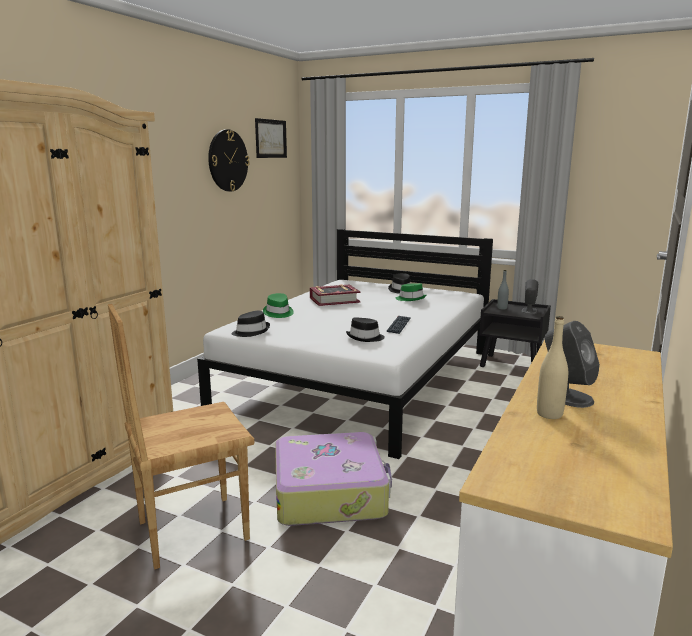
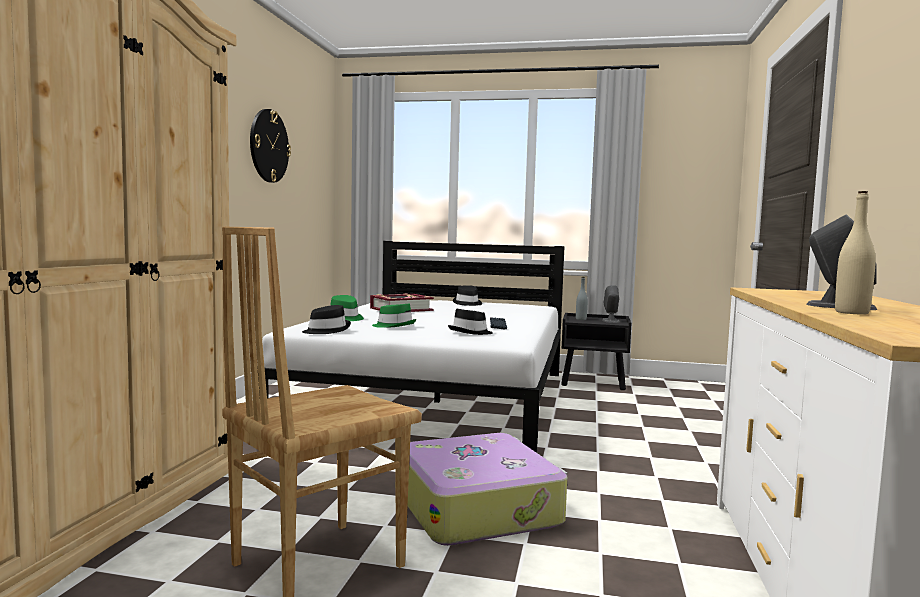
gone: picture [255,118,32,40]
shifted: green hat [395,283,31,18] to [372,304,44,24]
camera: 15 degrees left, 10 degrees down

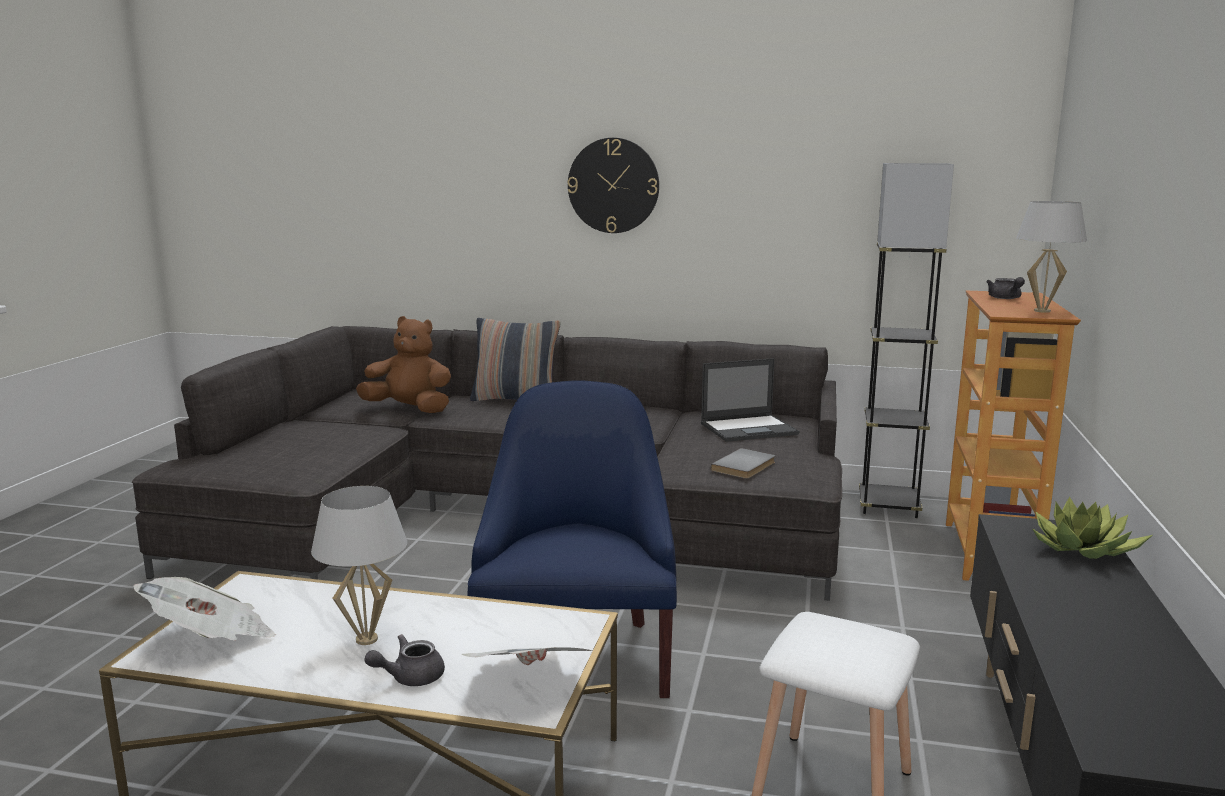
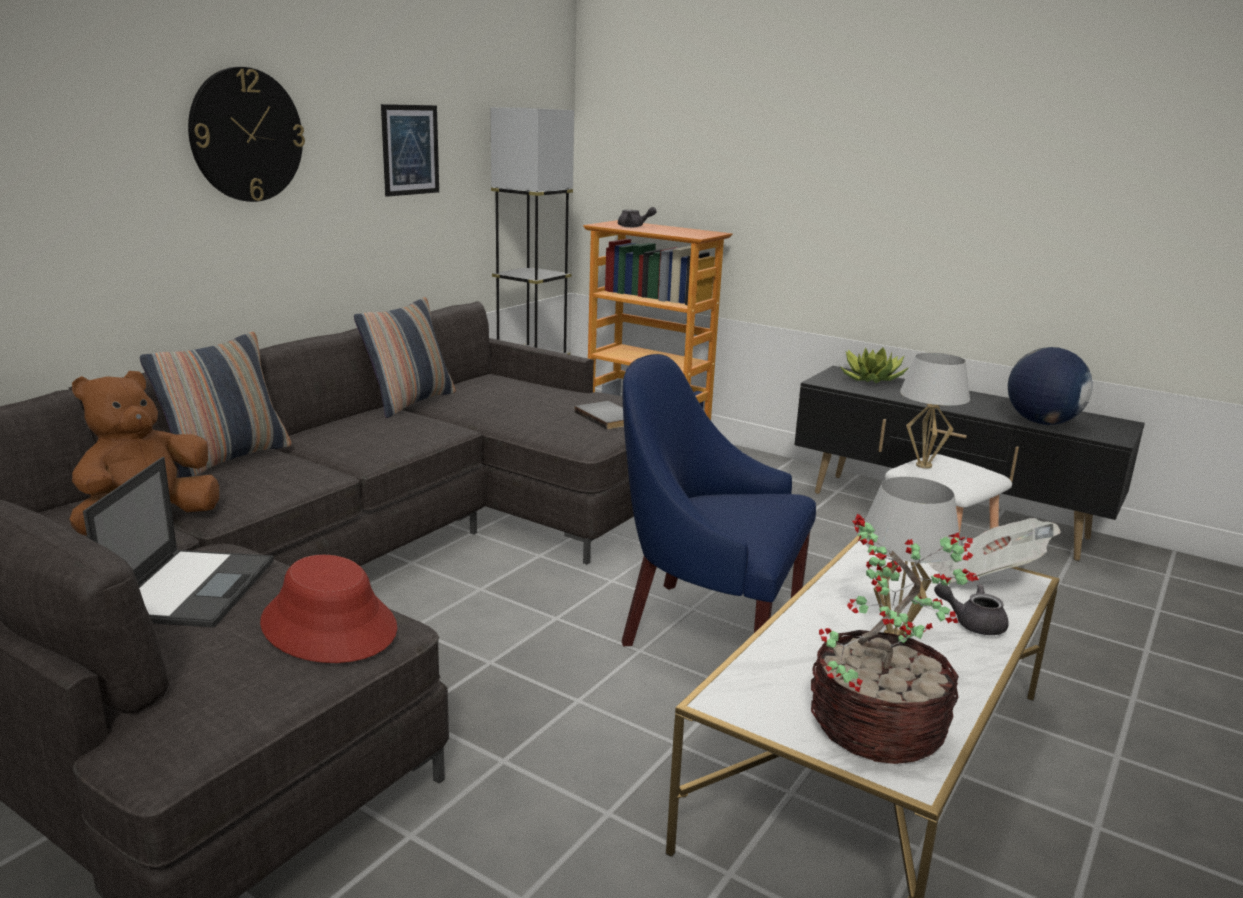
new: red hat [260,555,137,108]; pillow [354,297,102,121]; picture [381,104,58,93]; globe [1008,347,85,78]
shifted: laptop [701,358,98,84] to [83,457,191,171]; white table lamp [1016,201,71,112] to [900,353,70,116]
swapped: newspaper [133,577,144,63] to potted plant [811,513,168,251]
rotated: grey teapot [364,634,81,52] = [934,583,75,52] 120 degrees clockwise
camera: 70 degrees left, 5 degrees up

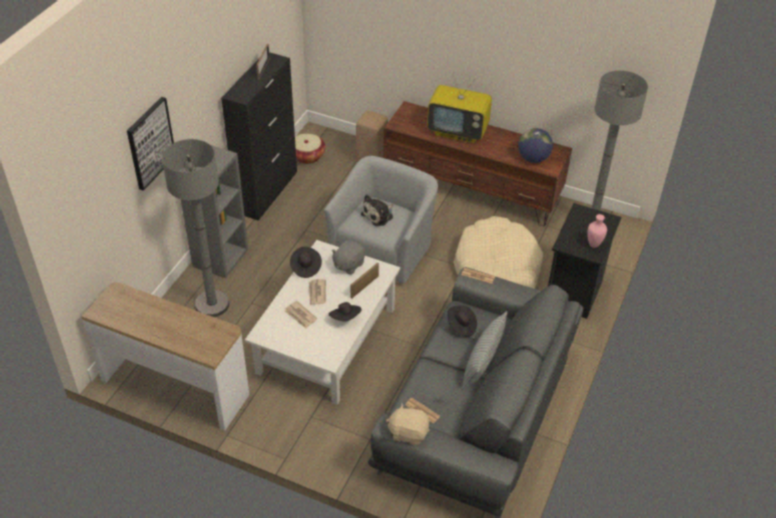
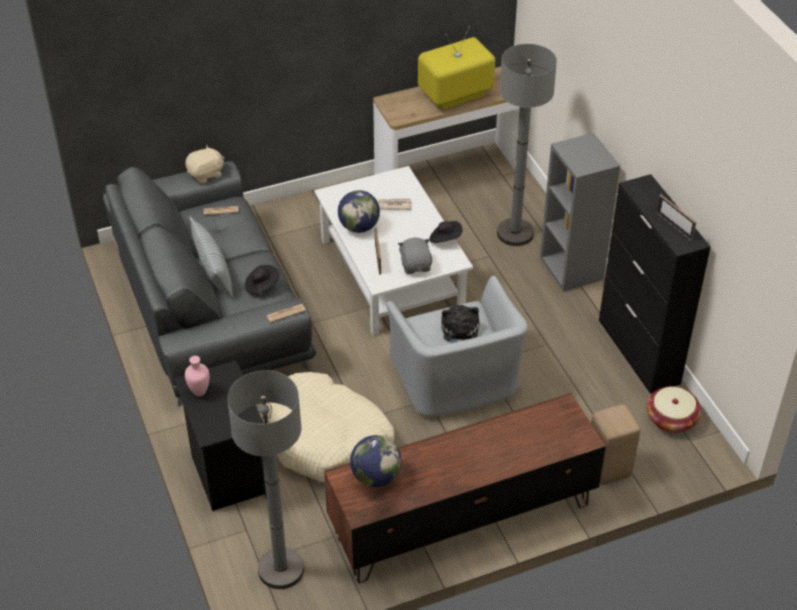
gone: picture [127,97,47,94]; newspaper [309,279,17,26]
shifted: television [427,74,65,69] to [418,26,77,84]
swapped: black hat [329,302,32,19] to globe [338,190,42,43]
camera: 135 degrees right, 0 degrees up

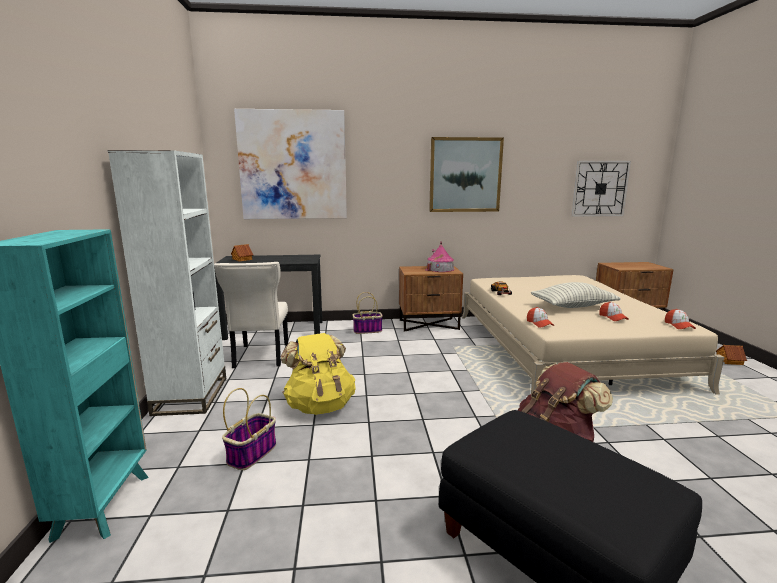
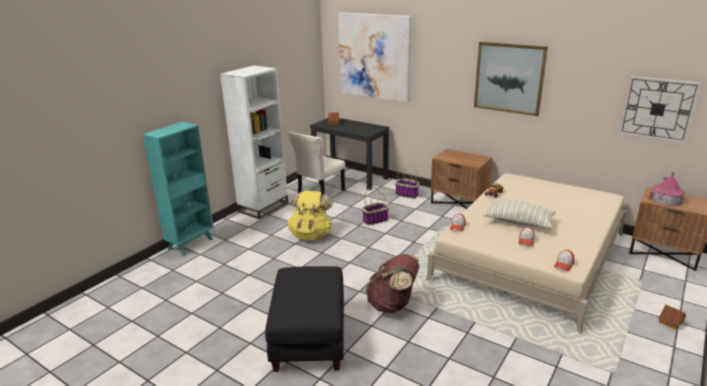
shifted: basket [222,388,54,82] to [362,187,27,38]; toy house [425,241,30,31] to [647,172,38,34]
camera: 40 degrees right, 10 degrees up

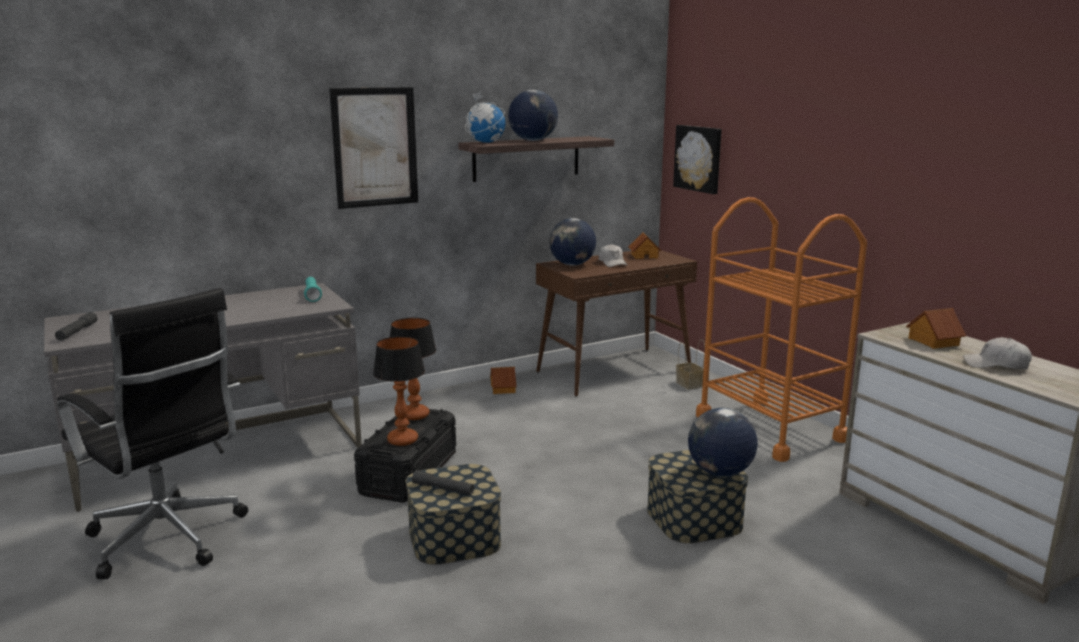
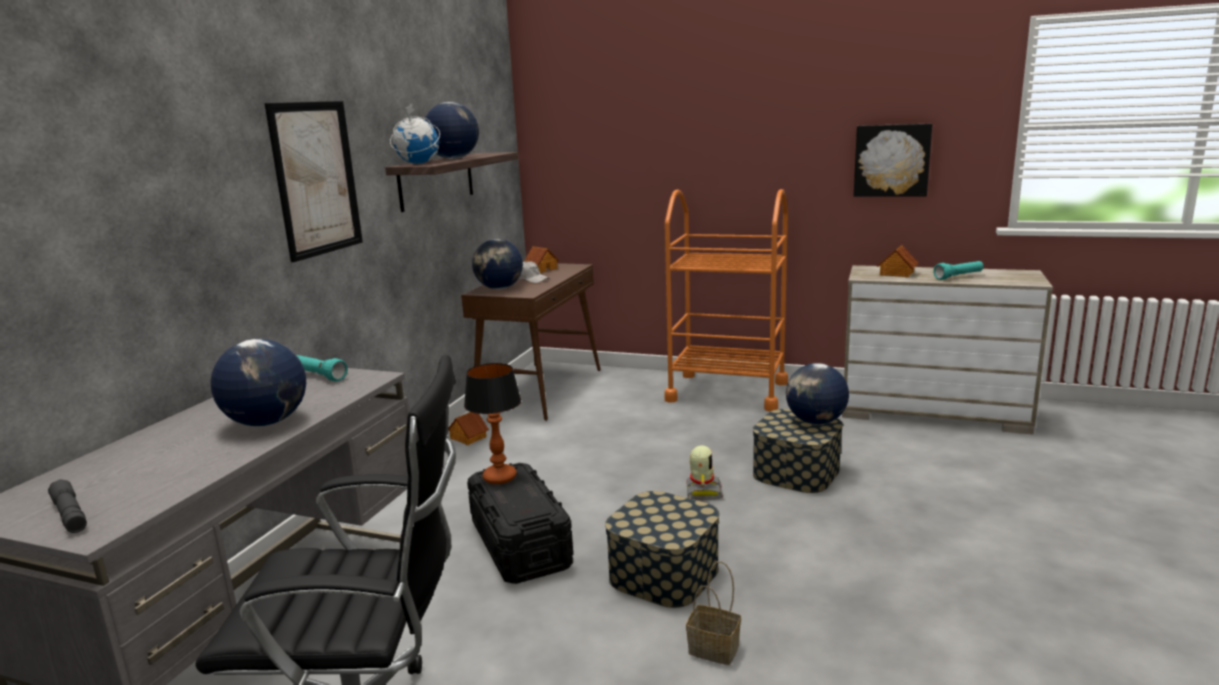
gone: table lamp [373,336,52,110]; grey flashlight [412,470,62,25]
new: globe [211,339,95,87]; toy robot [686,445,37,55]
shifted: picture [673,125,48,69] to [854,123,78,74]; basket [676,339,29,51] to [686,561,55,104]
swapped: white cap [963,337,69,32] to turquoise flashlight [933,261,50,19]
camera: 40 degrees left, 0 degrees up

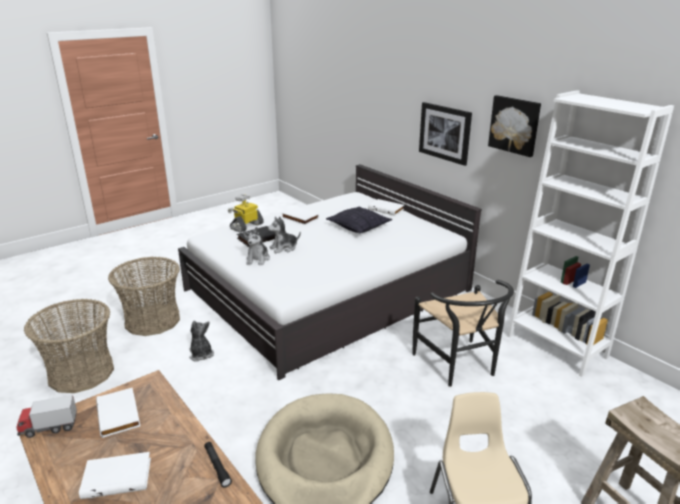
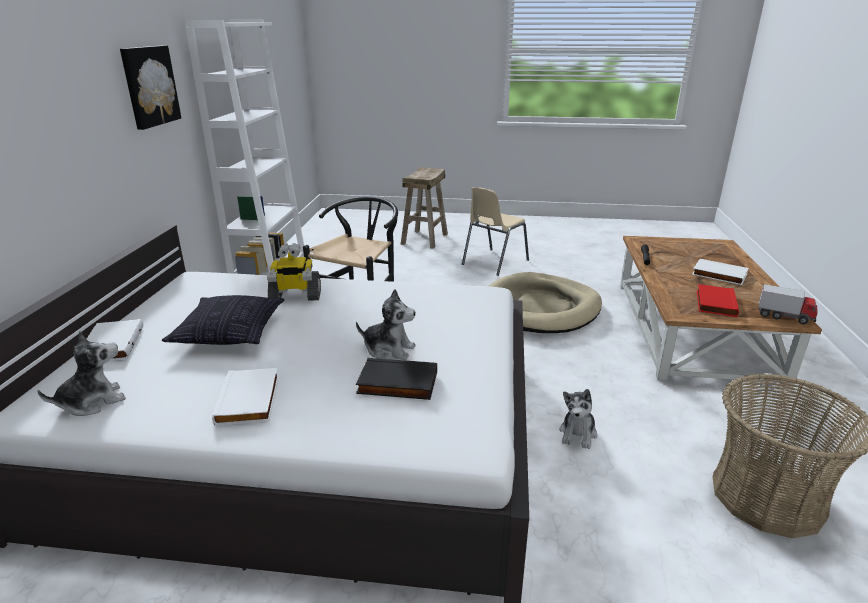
gone: basket [108,257,72,79]; picture [419,102,53,64]
shifted: toy robot [228,194,36,39] to [267,243,54,58]; plush toy [243,227,27,39] to [37,331,89,85]
repainted: white book [96,387,44,51] to red book [697,284,42,33]
camera: 135 degrees left, 0 degrees up

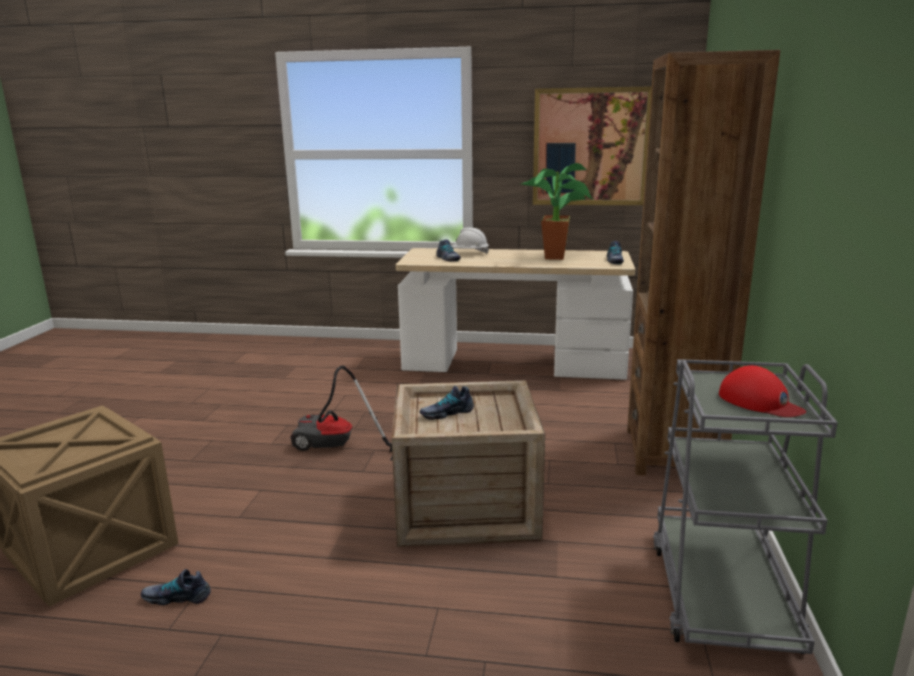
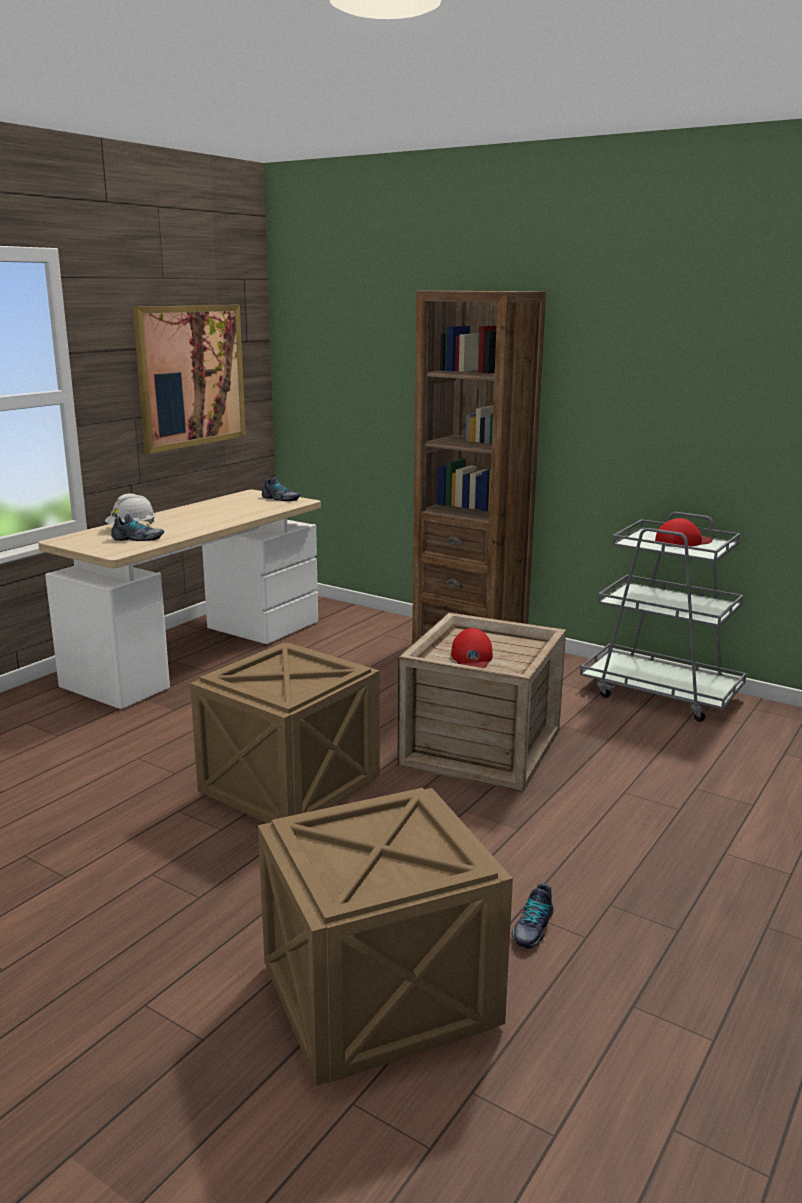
gone: potted plant [521,163,72,97]
swapped: vacuum cleaner [290,365,103,96] to crate [190,642,190,181]; shoe [420,386,54,34] to red cap [451,628,42,40]
camera: 65 degrees left, 0 degrees up

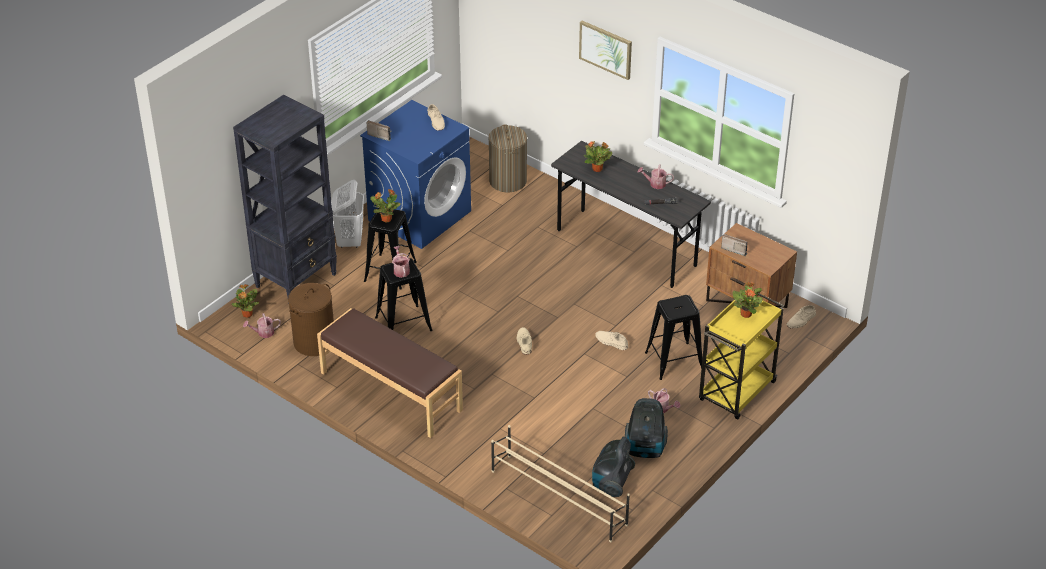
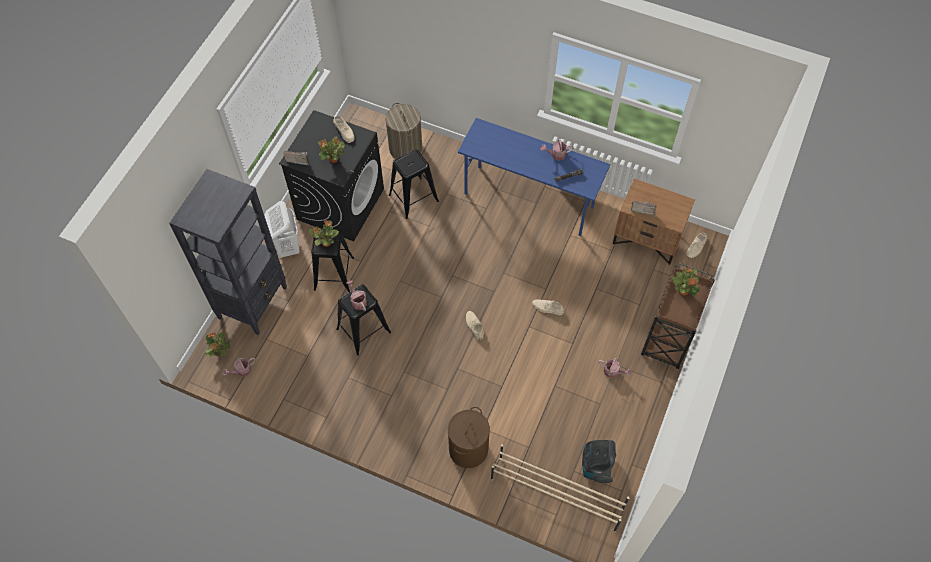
gone: brown bench [317,308,146,130]; picture [579,21,53,59]; vacuum cleaner [625,398,43,60]
shifted: brown laundry basket [288,283,46,73] to [448,407,42,61]; potted plant [584,141,29,31] to [318,137,27,26]; black stool [645,295,57,85] to [389,149,50,70]
repainted: blue washing machine [360,100,111,149] to black washing machine [279,110,105,131]; grey desk [551,141,160,147] to blue desk [458,118,152,118]; yellow cart [699,293,85,127] to brown cart [641,263,74,106]
camera: 15 degrees left, 20 degrees up

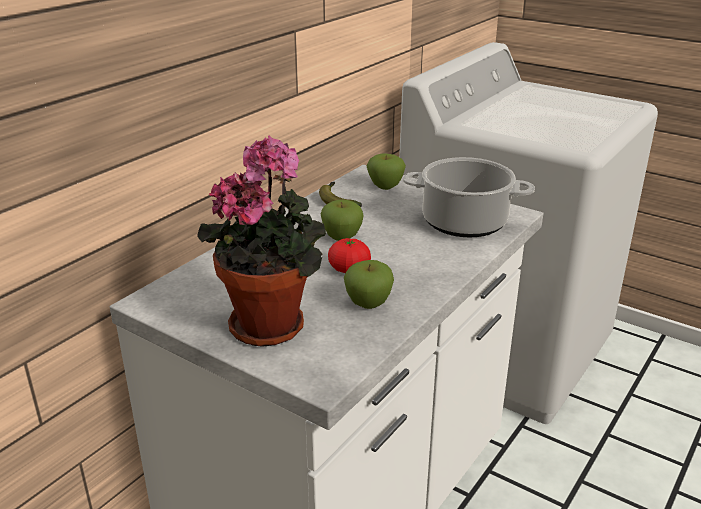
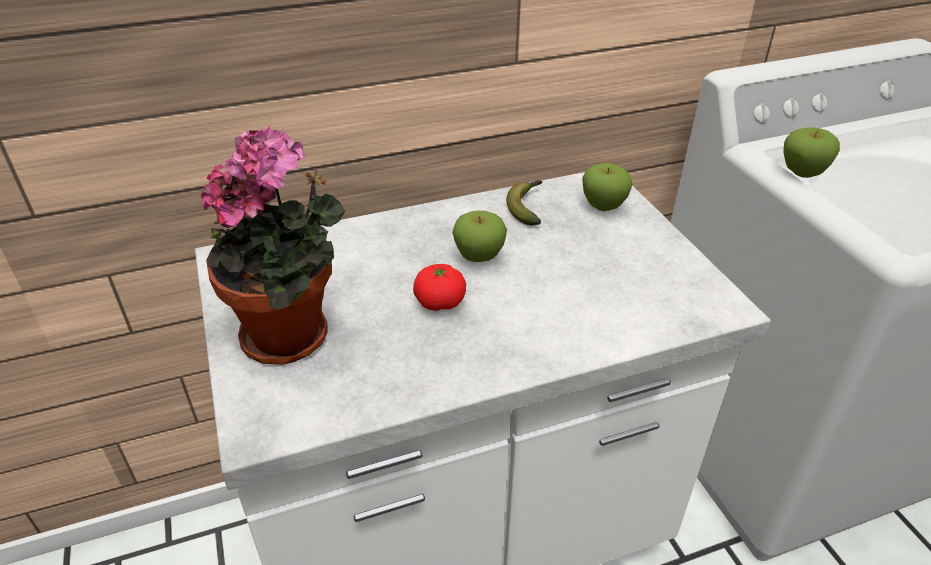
gone: cooking pot [403,157,132,80]
shifted: apple [344,260,50,49] to [783,127,57,51]
camera: 35 degrees right, 10 degrees up

